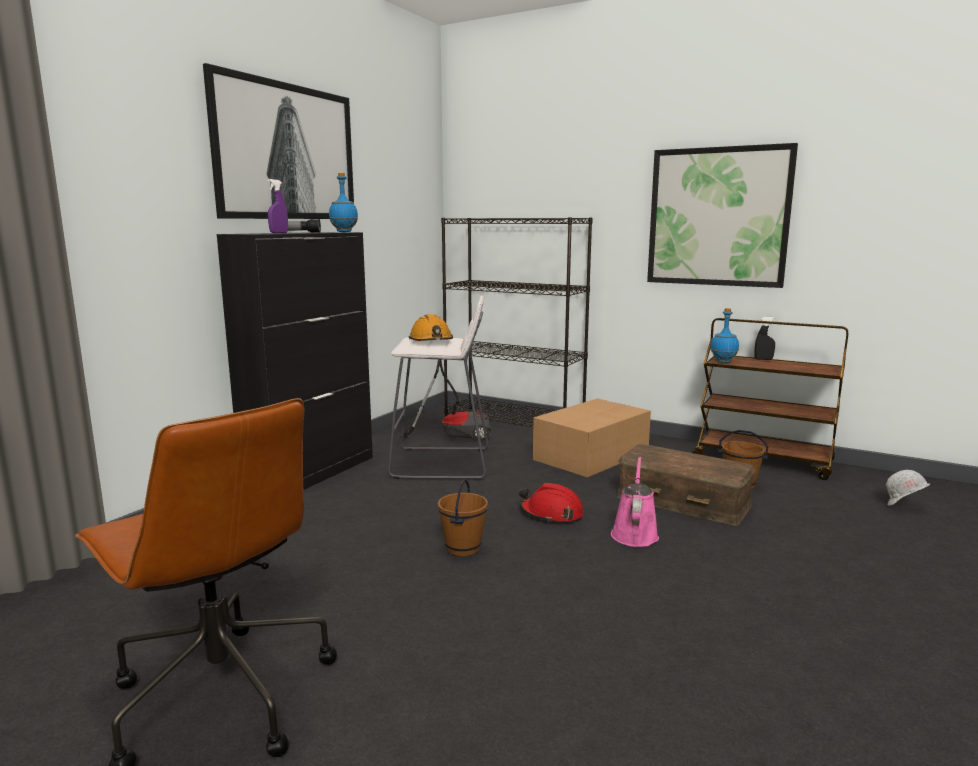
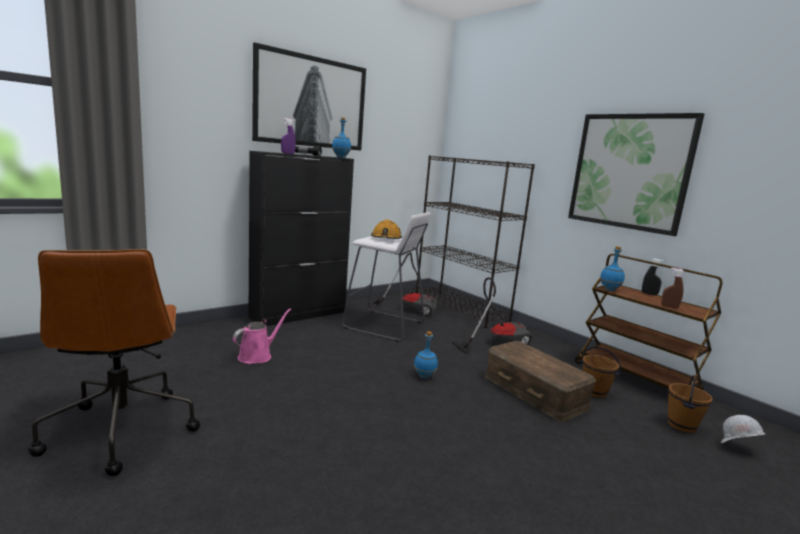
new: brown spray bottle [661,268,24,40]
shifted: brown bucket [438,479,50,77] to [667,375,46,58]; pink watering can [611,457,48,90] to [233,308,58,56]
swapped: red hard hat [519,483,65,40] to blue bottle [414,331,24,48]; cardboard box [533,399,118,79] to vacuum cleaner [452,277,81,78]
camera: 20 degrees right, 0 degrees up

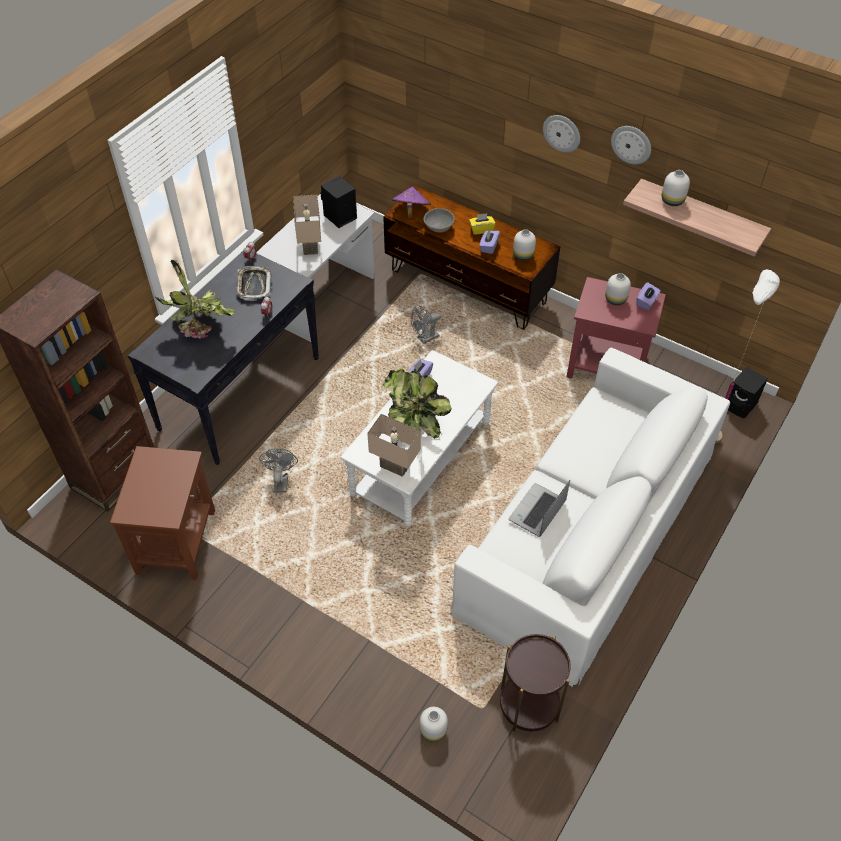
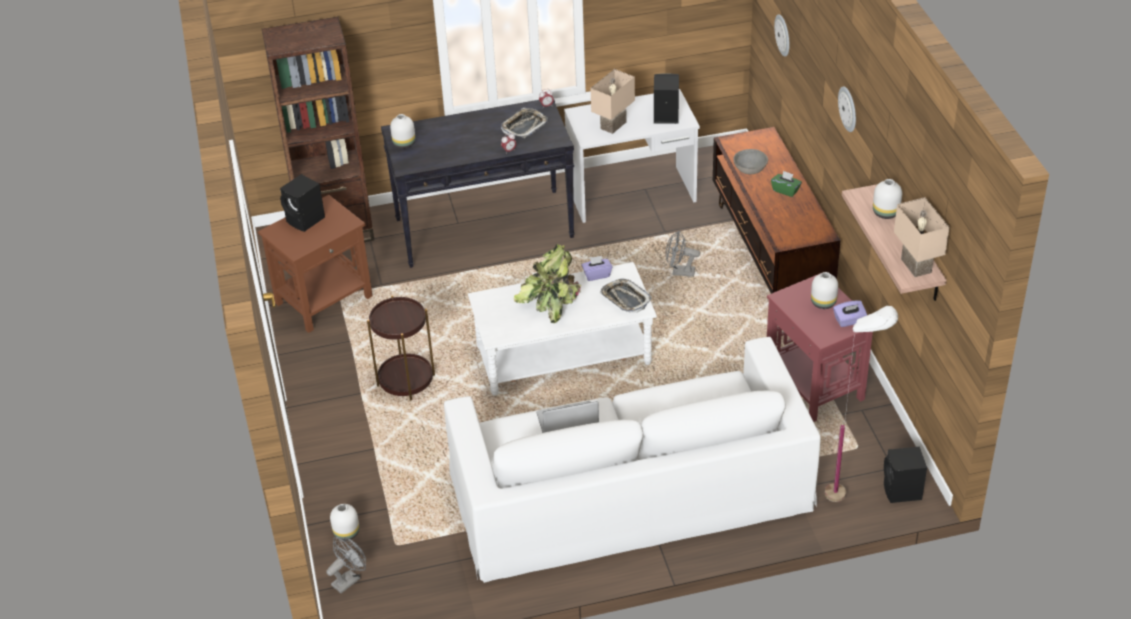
gone: potted plant [155,260,80,79]; purple hat [392,186,39,32]; purple tissue box [479,229,21,25]
new: black speaker [280,174,45,58]; tray [600,279,52,34]
shifted: grey fan [259,448,39,45] to [326,537,40,57]; beige table lamp [367,414,54,63] to [894,197,56,80]; brown side table [500,634,71,98] to [367,296,68,104]; white vase [513,229,23,32] to [390,114,25,35]; wall clock [611,126,40,38] to [774,14,16,43]
repainted: yellow tissue box [469,213,27,22] to green tissue box [771,171,31,26]
camera: 45 degrees right, 10 degrees down

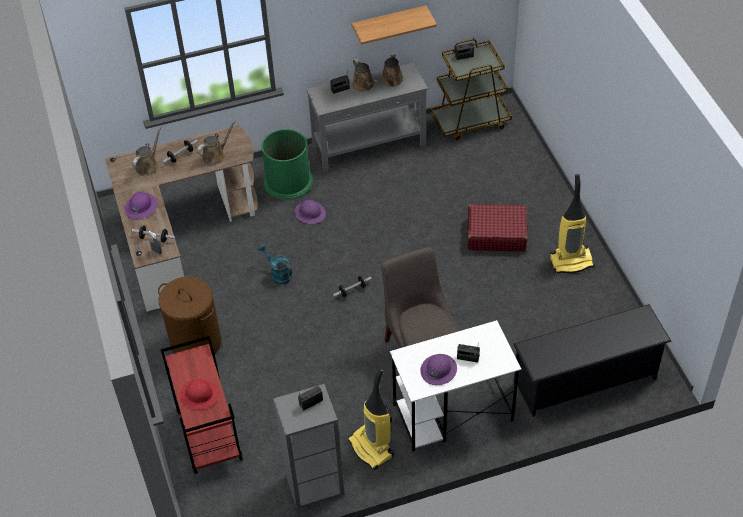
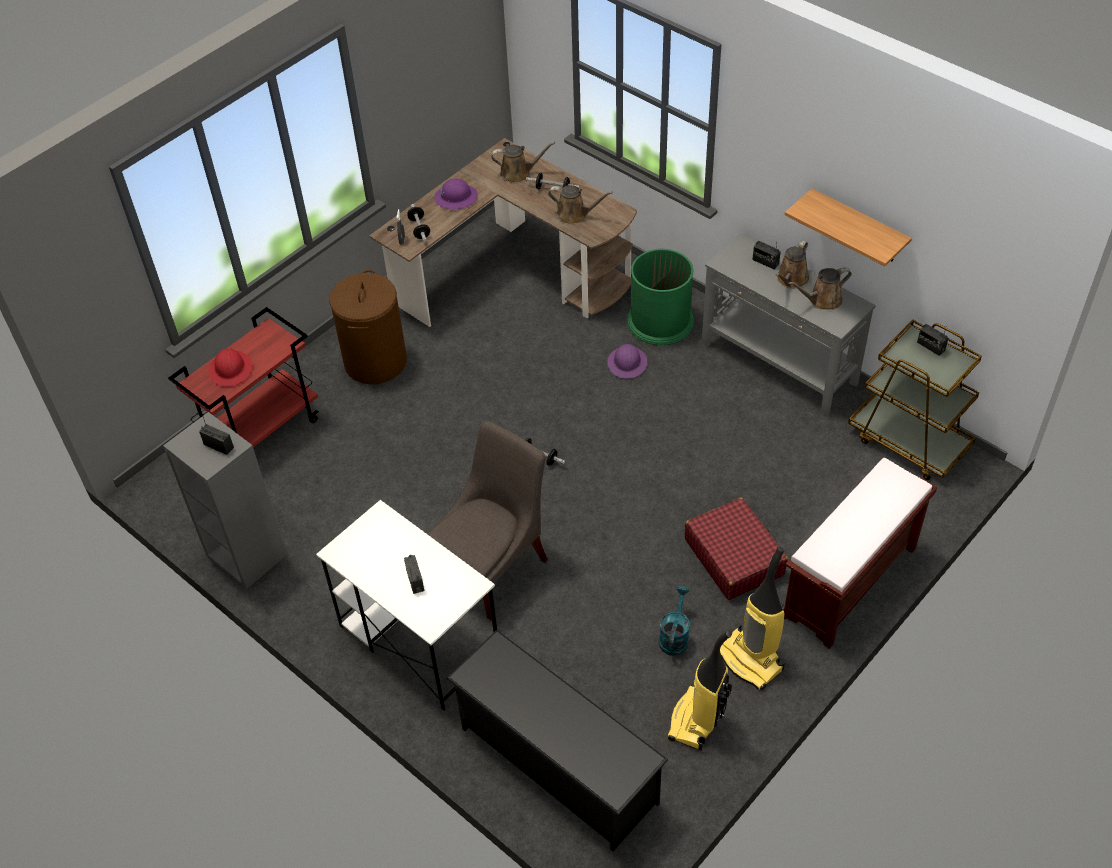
gone: purple hard hat [420,354,37,31]
new: brown bench [783,458,154,191]
shifted: turquoise watering can [258,244,34,40] to [659,586,31,70]; vacuum cleaner [348,368,46,102] to [667,630,65,120]
camera: 60 degrees right, 0 degrees up

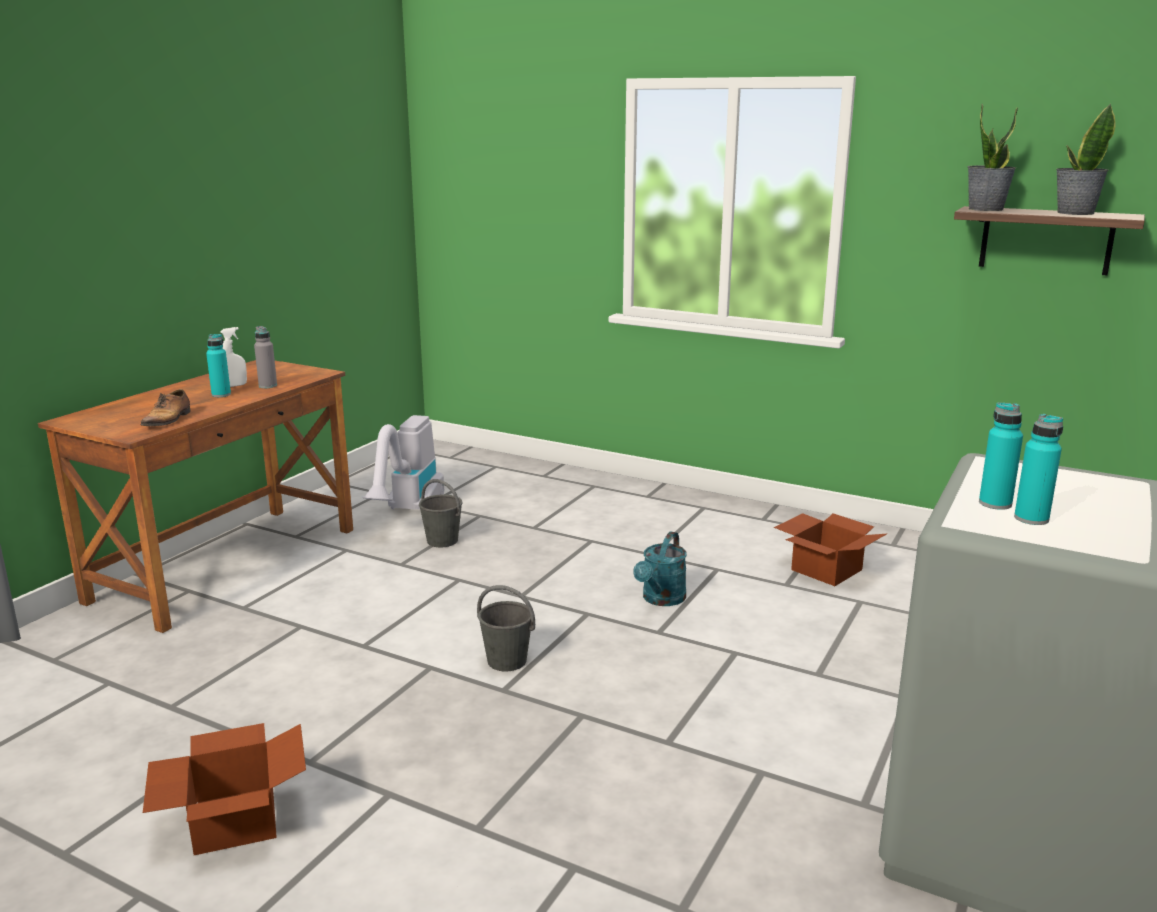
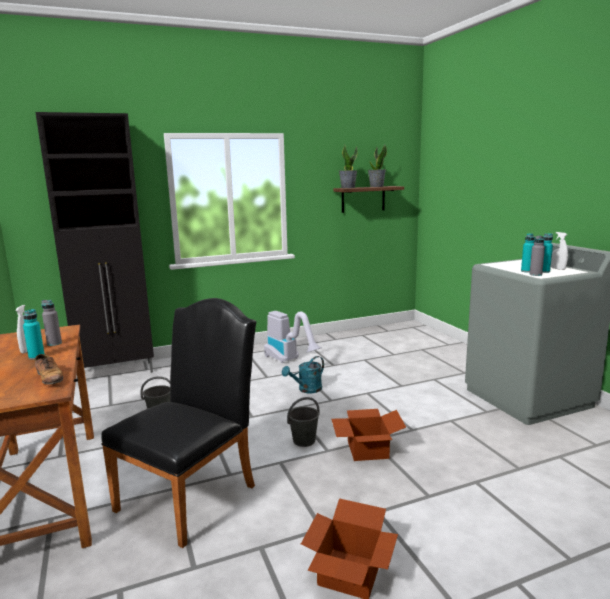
new: black cabinet [35,112,119,261]; black chair [101,298,155,250]; grey bottle [530,235,15,41]; white spray bottle [551,232,17,38]
shifted: vacuum cleaner [362,415,82,94] to [264,311,58,52]; cardboard box [774,513,114,73] to [332,409,74,52]
rotated: turquoise watering can [633,531,54,75] = [282,356,42,37] 75 degrees clockwise
camera: 50 degrees left, 5 degrees down

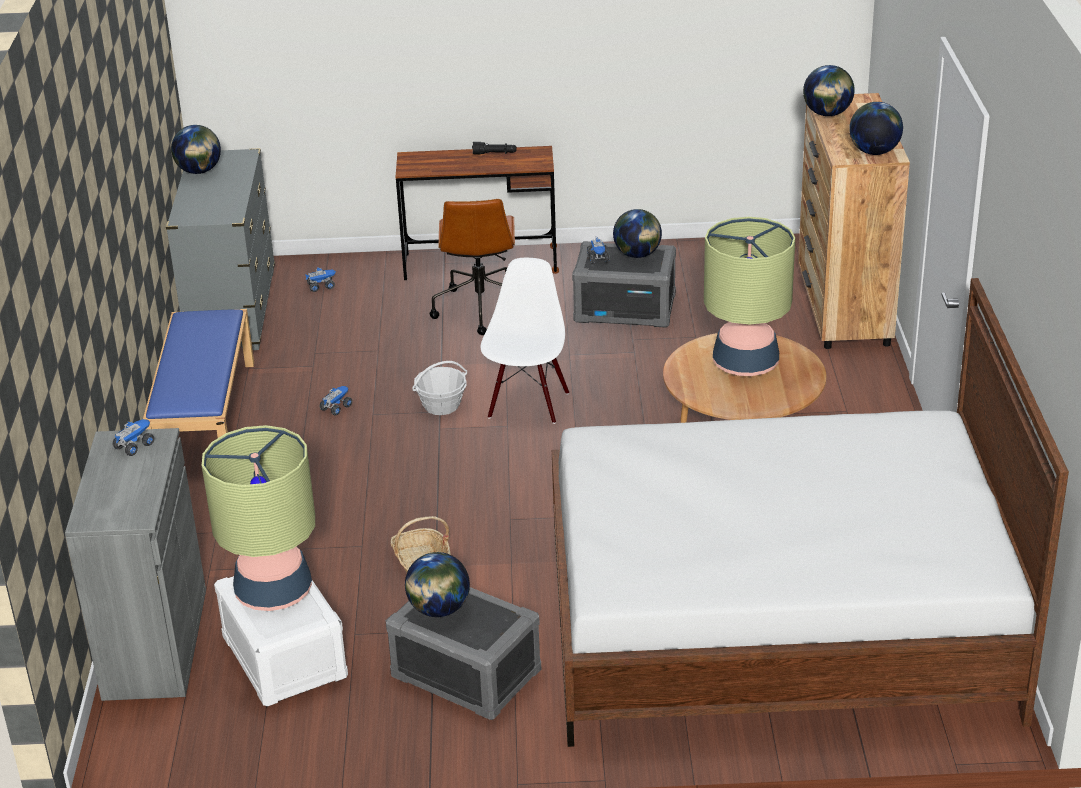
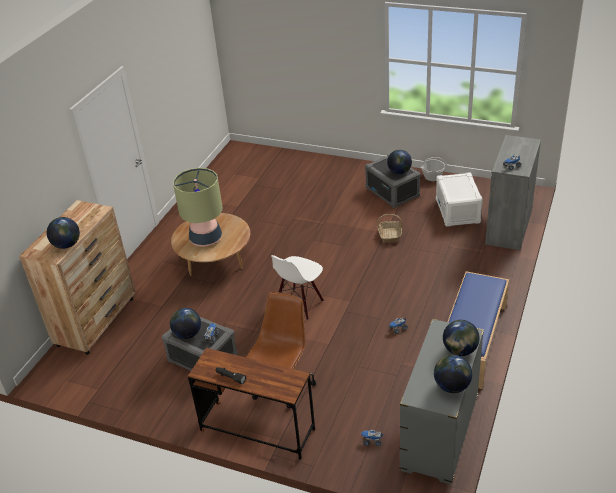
gone: table lamp [202,425,113,186]; bed [552,278,517,469]
shifted: basket [412,361,55,54] to [419,157,28,24]; globe [849,102,54,53] to [443,320,37,36]
camera: 155 degrees left, 5 degrees up

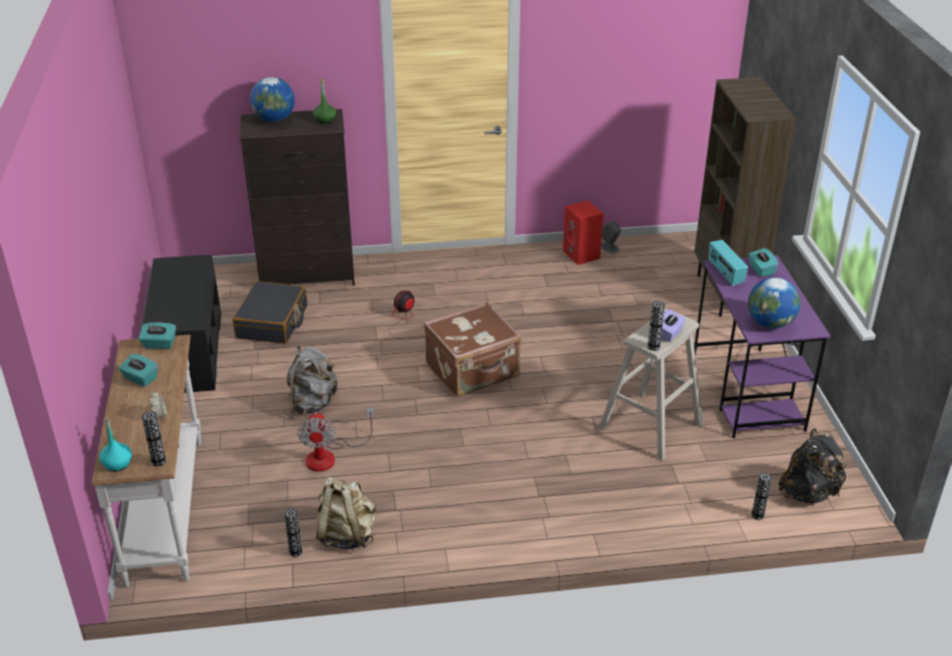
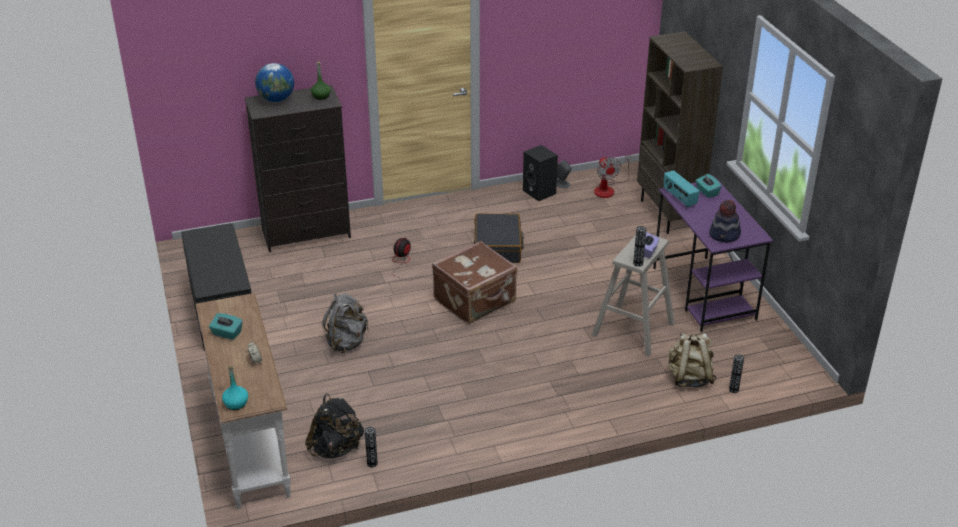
gone: turquoise tissue box [139,322,37,27]; vase [142,411,24,55]
shifted: black suitcase [233,281,74,63] to [474,214,50,49]; fan [297,407,78,64] to [594,155,36,43]; beige backpack [316,477,60,72] to [668,333,49,54]; black backpack [778,428,69,75] to [305,394,59,64]
swapped: globe [748,277,53,51] to hat [709,200,32,43]
repainted: red speaker [563,200,40,65] to black speaker [523,145,35,56]
camera: 10 degrees left, 0 degrees up

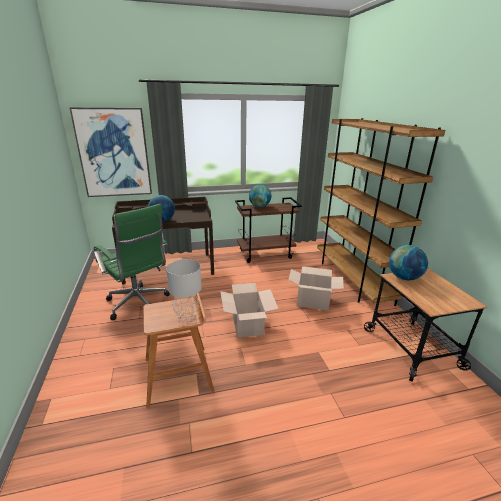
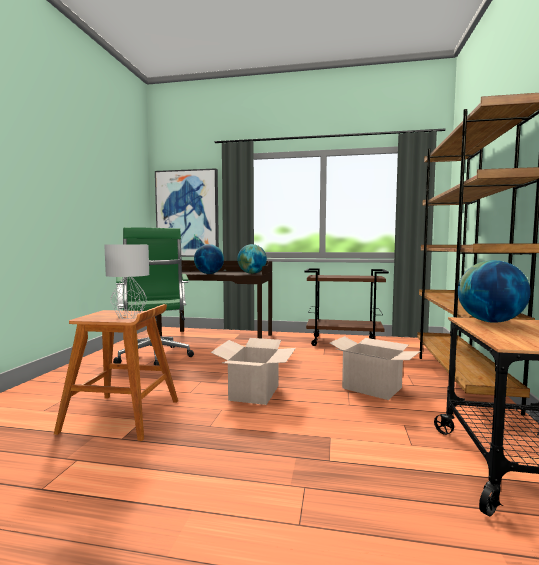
shifted: globe [249,184,22,23] to [237,244,30,30]
camera: 25 degrees right, 20 degrees down

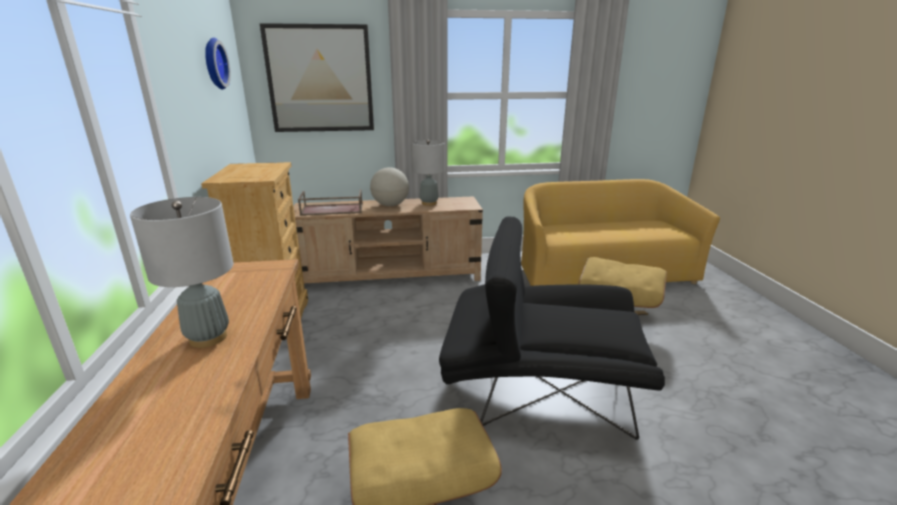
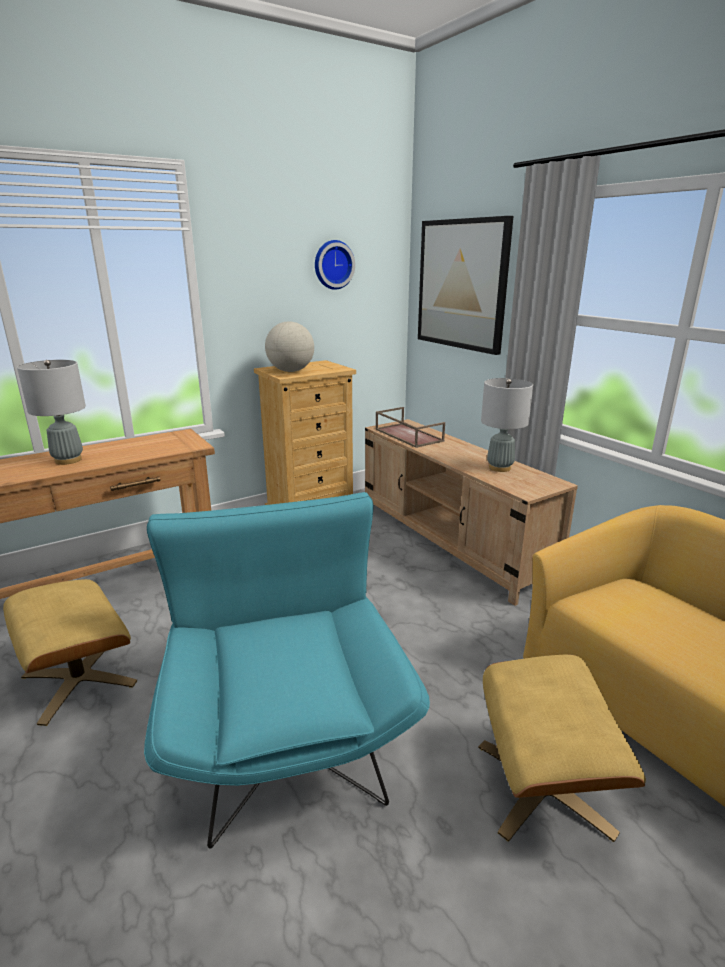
shifted: globe [370,167,39,39] to [265,321,49,51]
repainted: black armchair [439,216,226,224] to turquoise armchair [144,492,286,357]
camera: 65 degrees right, 0 degrees up

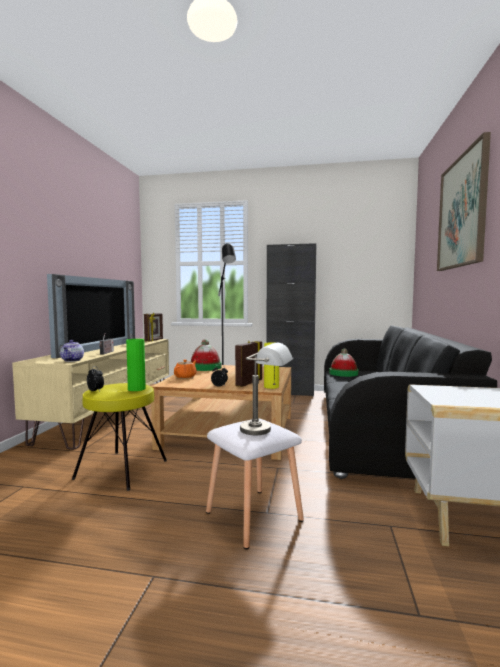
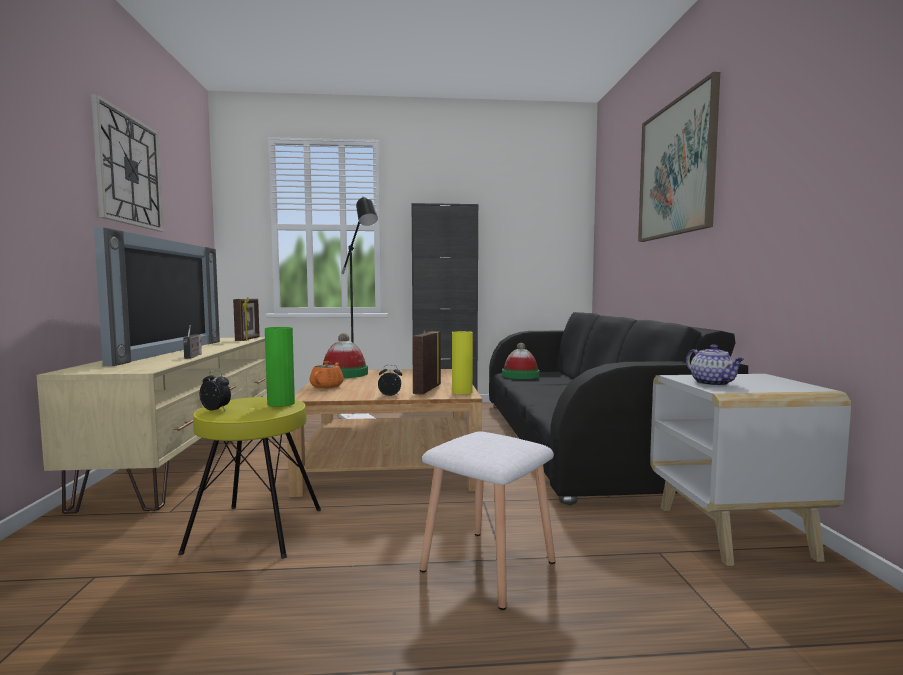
gone: grey table lamp [240,343,52,92]
new: wall clock [91,93,73,139]
shifted: teapot [60,340,24,22] to [686,344,58,42]
camera: 15 degrees left, 0 degrees up

